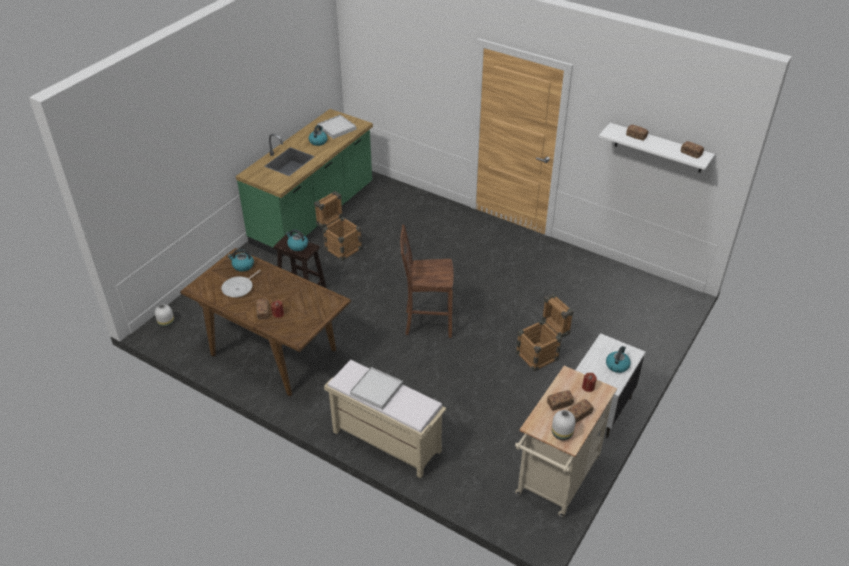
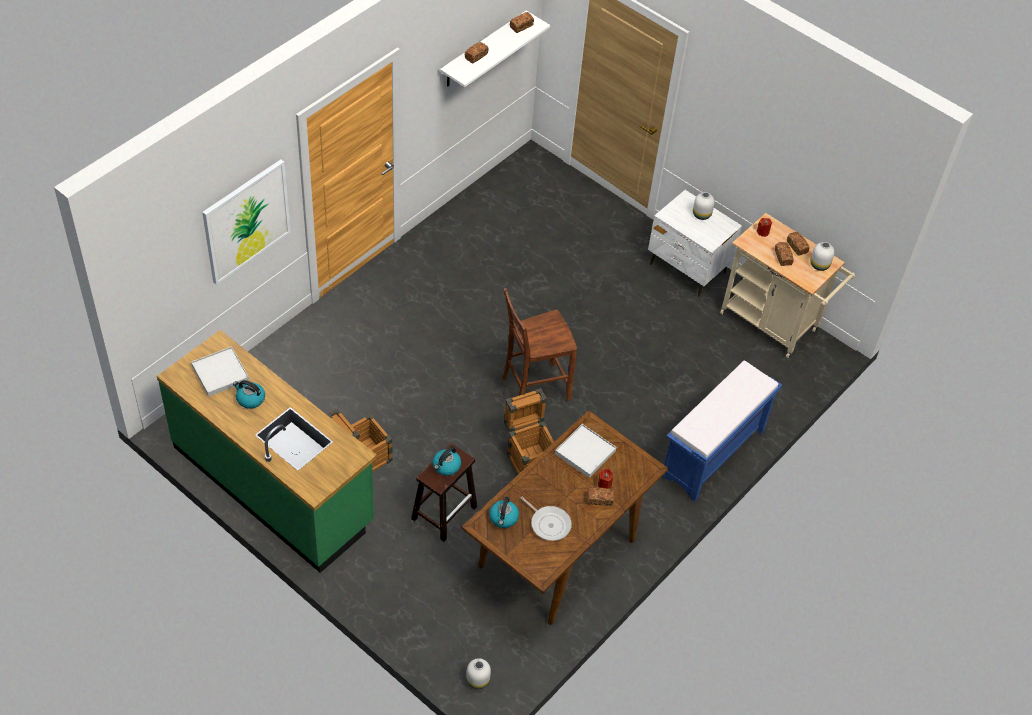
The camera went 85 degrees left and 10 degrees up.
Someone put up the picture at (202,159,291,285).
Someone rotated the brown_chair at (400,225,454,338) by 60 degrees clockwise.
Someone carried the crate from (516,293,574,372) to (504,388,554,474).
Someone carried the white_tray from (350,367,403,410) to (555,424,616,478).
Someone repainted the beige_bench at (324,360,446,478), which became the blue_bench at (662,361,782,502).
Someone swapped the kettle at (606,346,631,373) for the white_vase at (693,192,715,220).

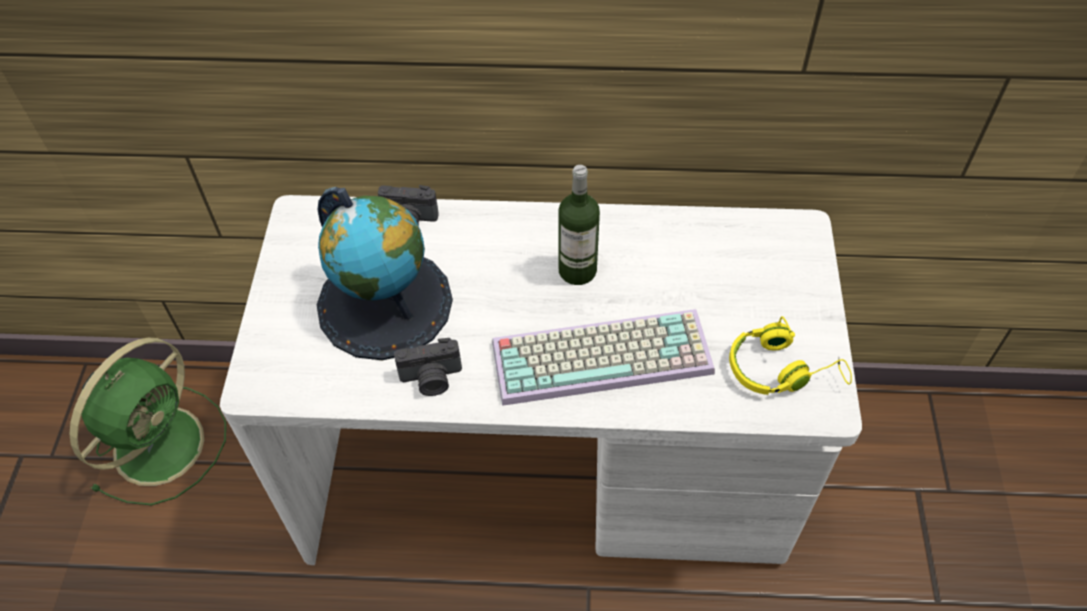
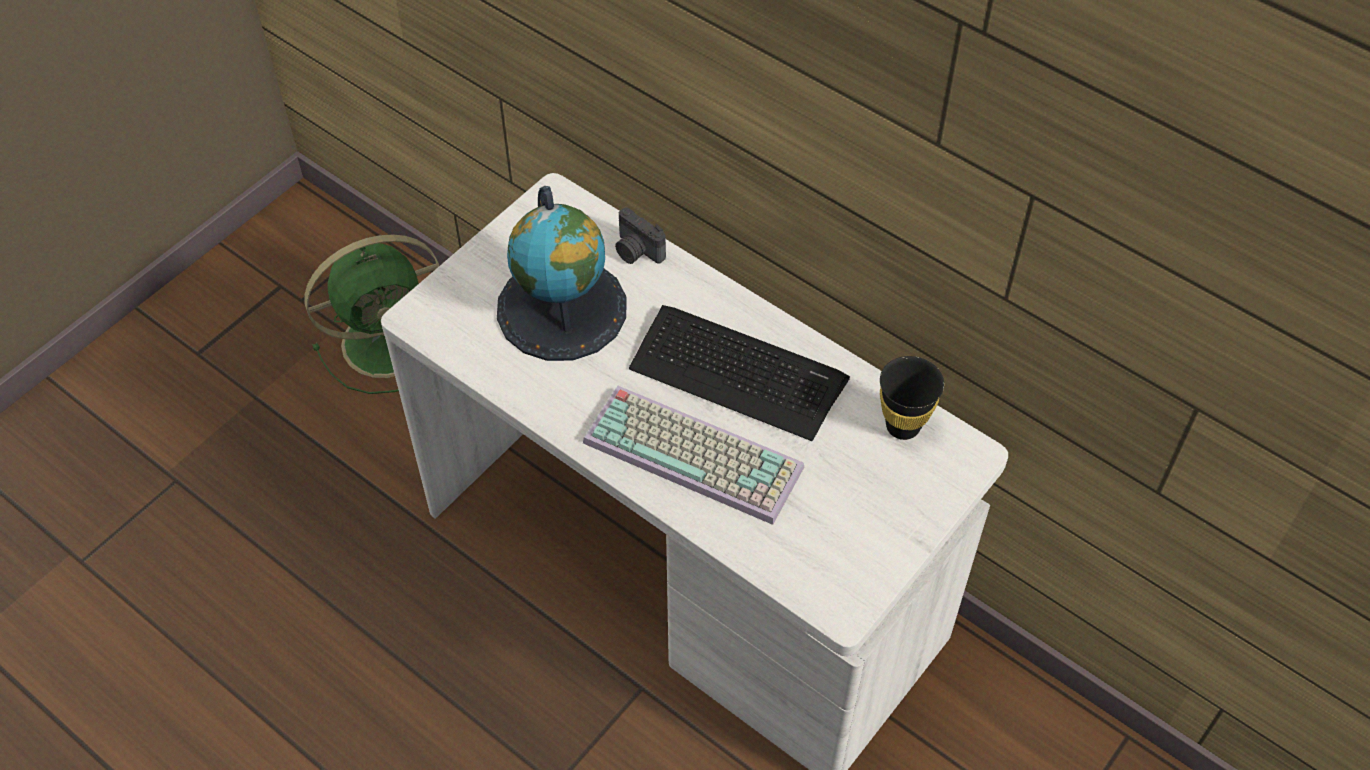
The camera went 35 degrees right and 0 degrees up.
Someone swapped the bottle at (559,165,600,285) for the keyboard at (629,305,850,441).
Someone put down the black_cup at (880,356,944,440).
Someone took away the photo_camera at (394,338,462,396).
Someone took away the yellow_headphones at (729,316,852,395).

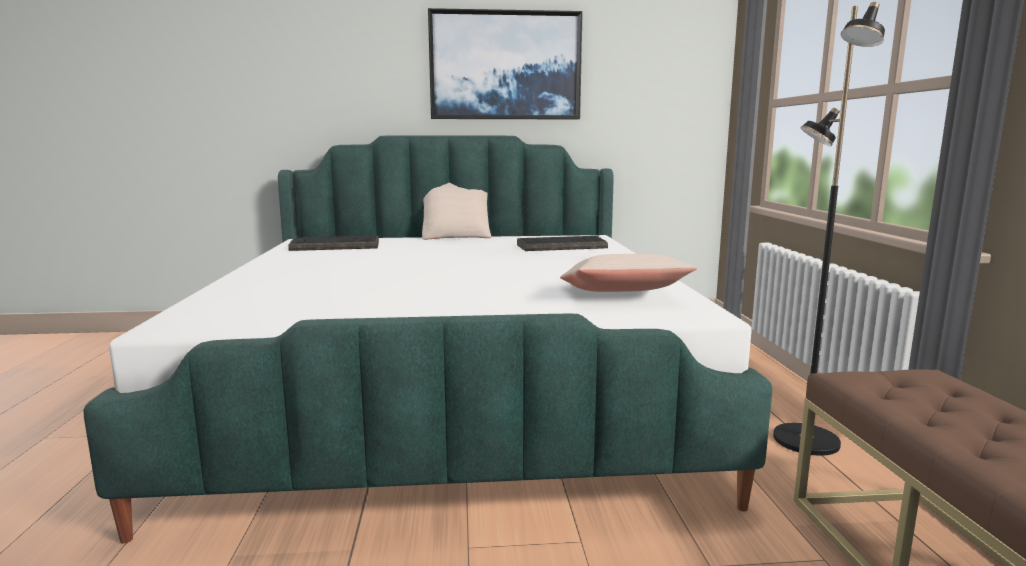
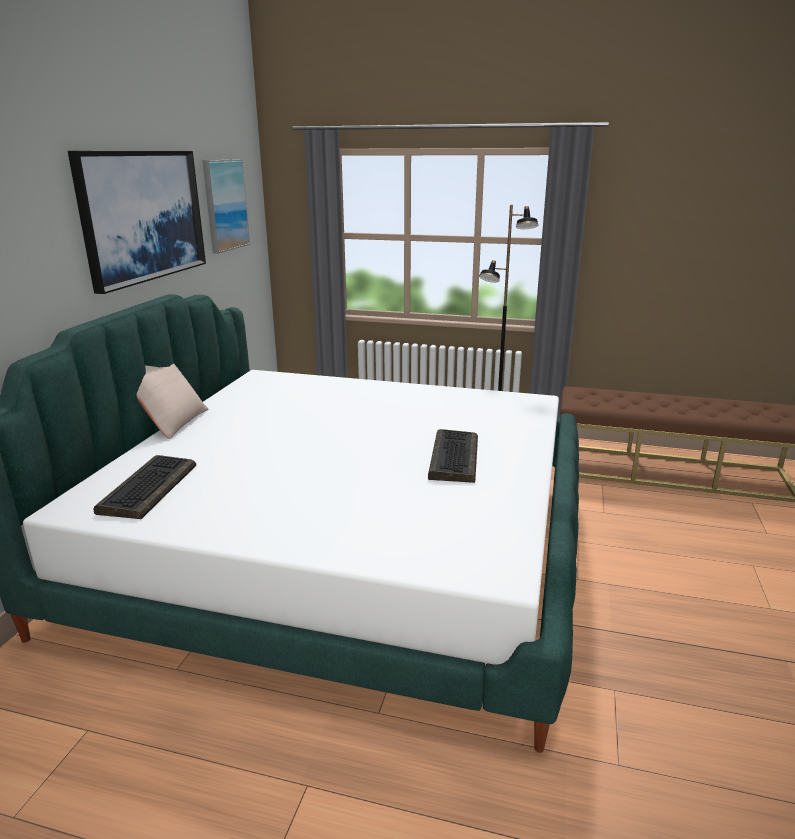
The camera went 70 degrees left and 10 degrees up.
Someone put up the picture at (202,159,250,254).
Someone carried the keyboard from (517,236,608,251) to (428,429,478,483).
Someone took away the beige_pillow at (560,254,697,292).

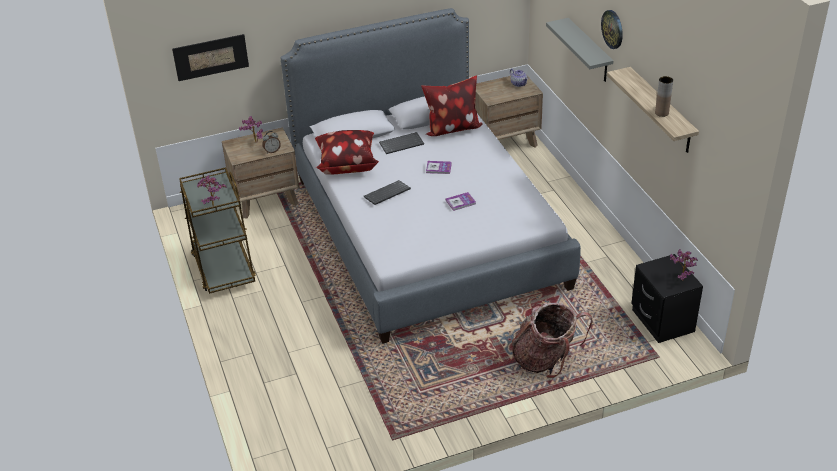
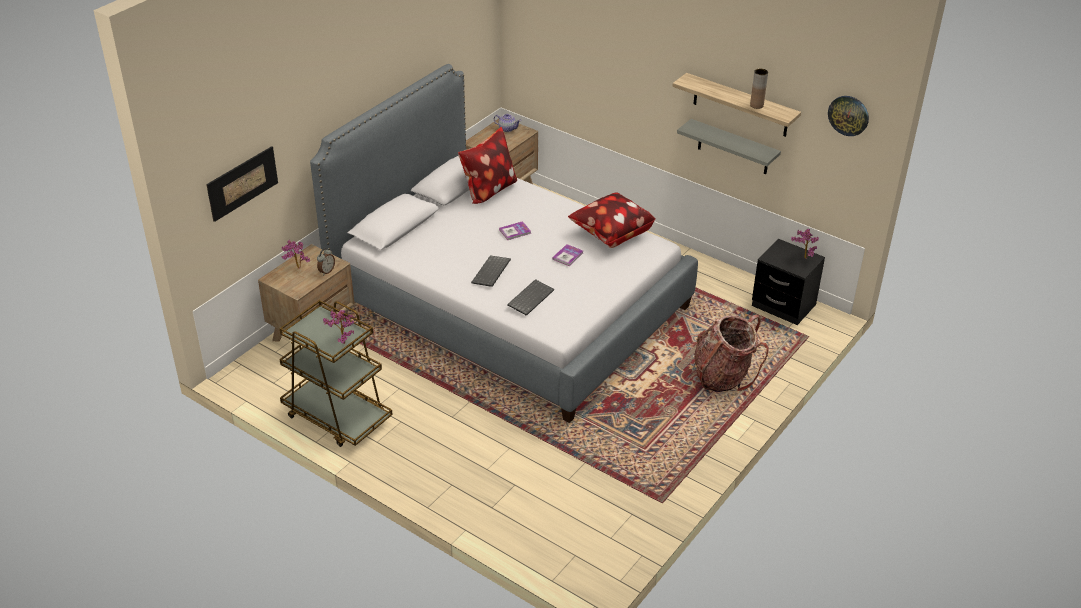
The camera went 35 degrees left and 0 degrees up.
Someone carried the keyboard from (379,132,424,154) to (507,279,554,316).
Someone carried the pillow from (315,130,379,175) to (568,192,655,248).
Someone carried the grey_shelf from (546,18,613,82) to (677,119,781,174).
Someone carried the wall_clock from (601,10,623,49) to (828,96,869,136).

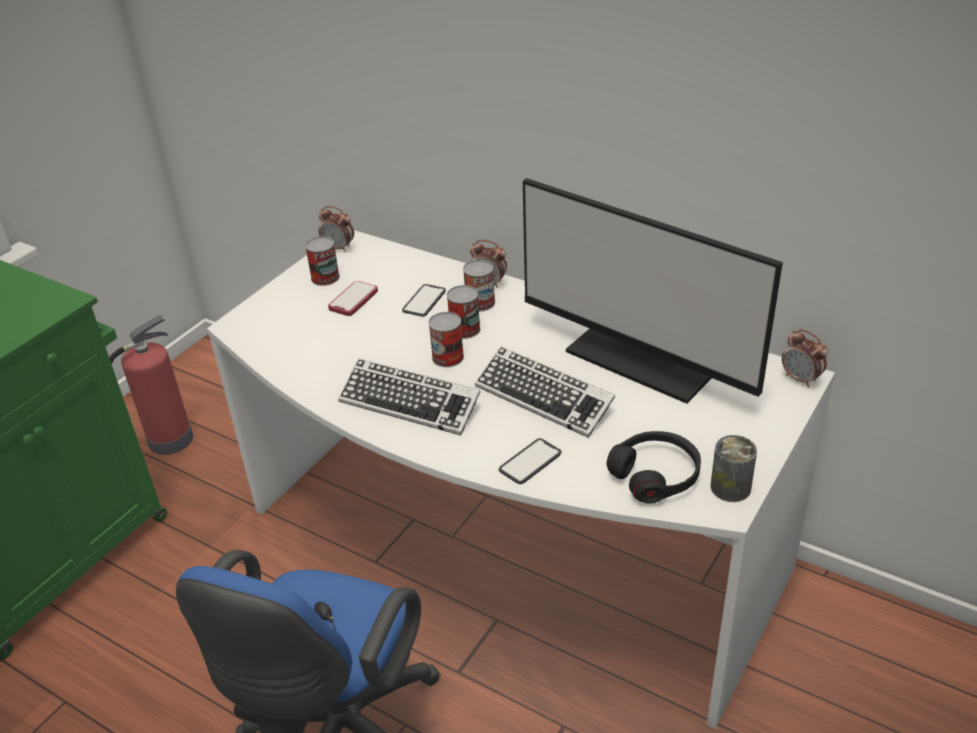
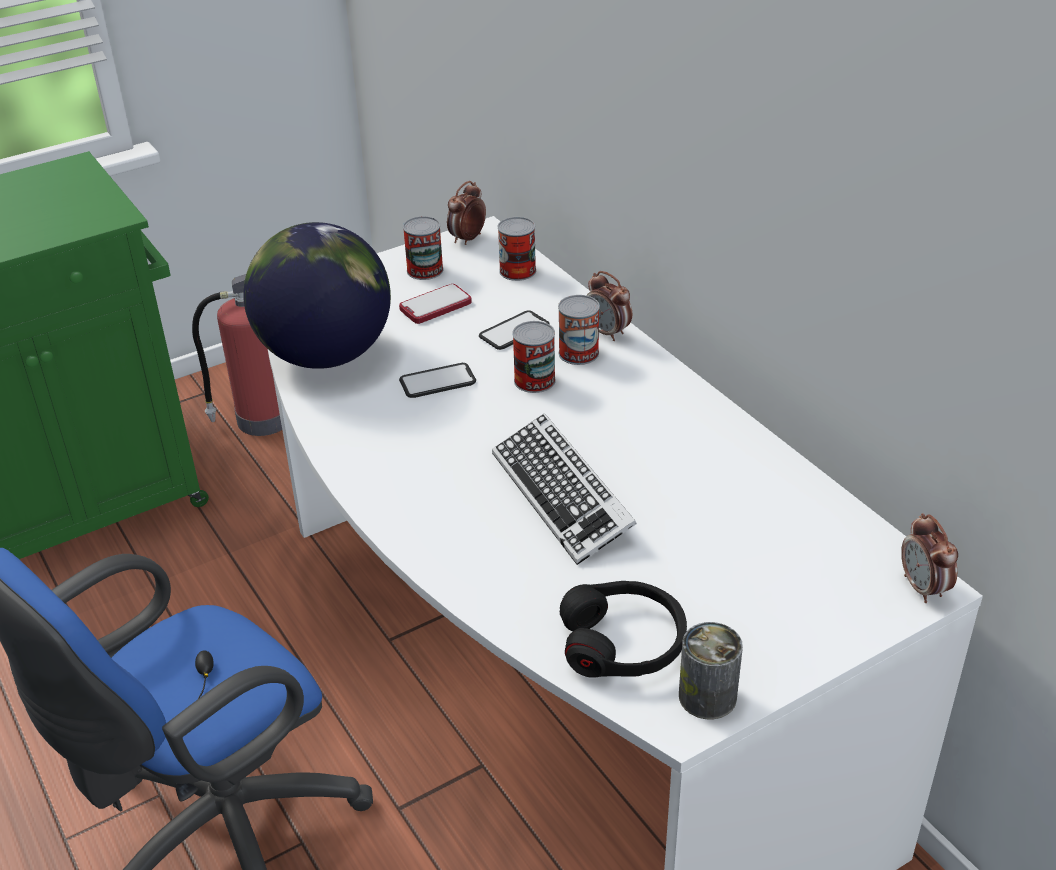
The camera went 25 degrees right and 0 degrees up.
Someone put down the globe at (243,222,391,369).
Someone carried the phone from (499,438,561,484) to (399,363,476,398).
Someone rotated the alarm_clock at (318,206,354,252) by 75 degrees clockwise.
Someone carried the can from (428,312,464,367) to (498,217,536,281).
Someone took away the keyboard at (338,359,480,435).
Someone took away the monitor at (523,178,783,404).

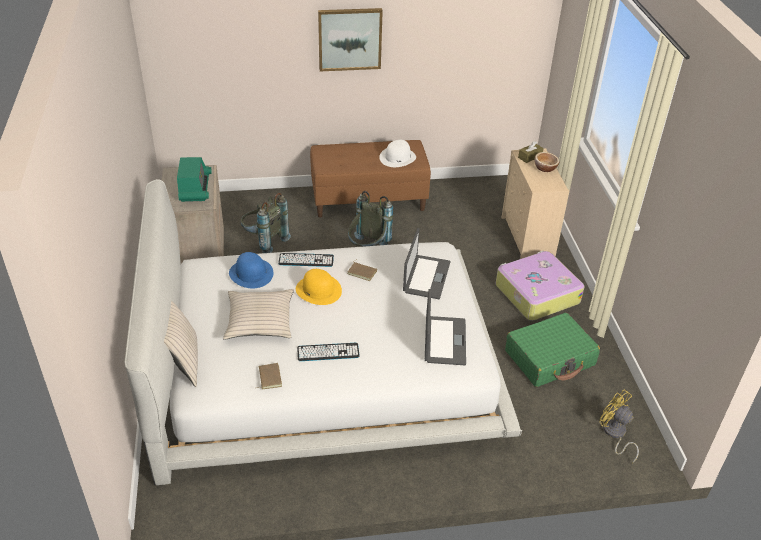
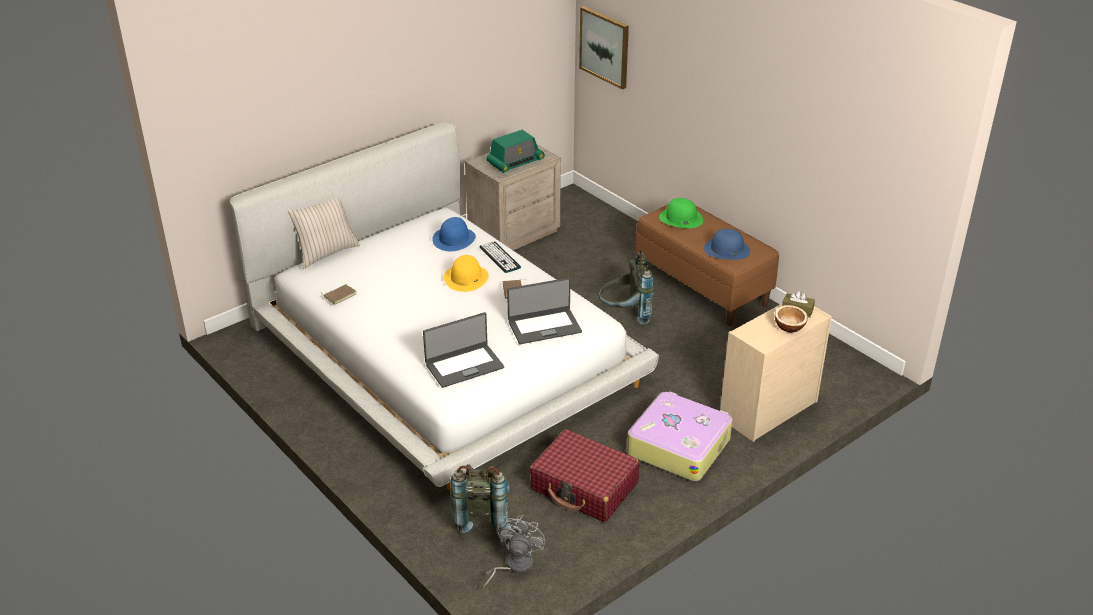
The camera went 60 degrees right and 5 degrees down.
Someone carried the grey_backpack from (241,193,291,253) to (450,464,511,535).
Someone repainted the yellow_fan at (600,389,639,463), which became the grey_fan at (482,515,545,589).
Someone repainted the green_suitcase at (505,313,600,387), which became the red_suitcase at (530,429,640,522).
Someone carried the picture from (318,8,383,71) to (579,6,629,90).
Someone put down the green_hat at (659,198,703,228).
Someone repainted the white_hat at (379,140,416,167), which became the blue_hat at (704,229,750,260).
Someone took away the beige_pillow at (223,289,294,340).
Someone took away the keyboard at (297,343,360,361).

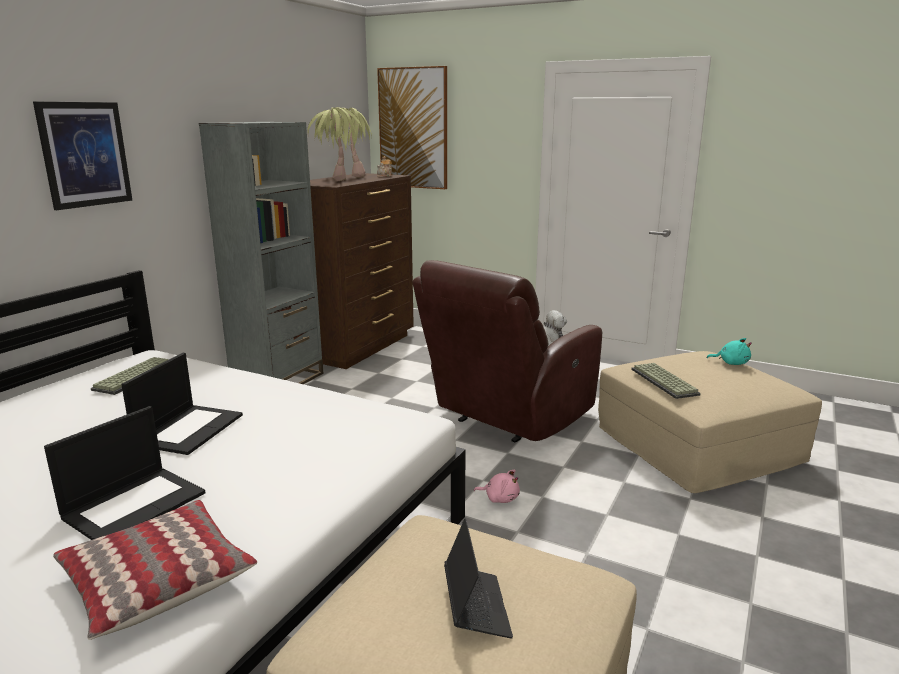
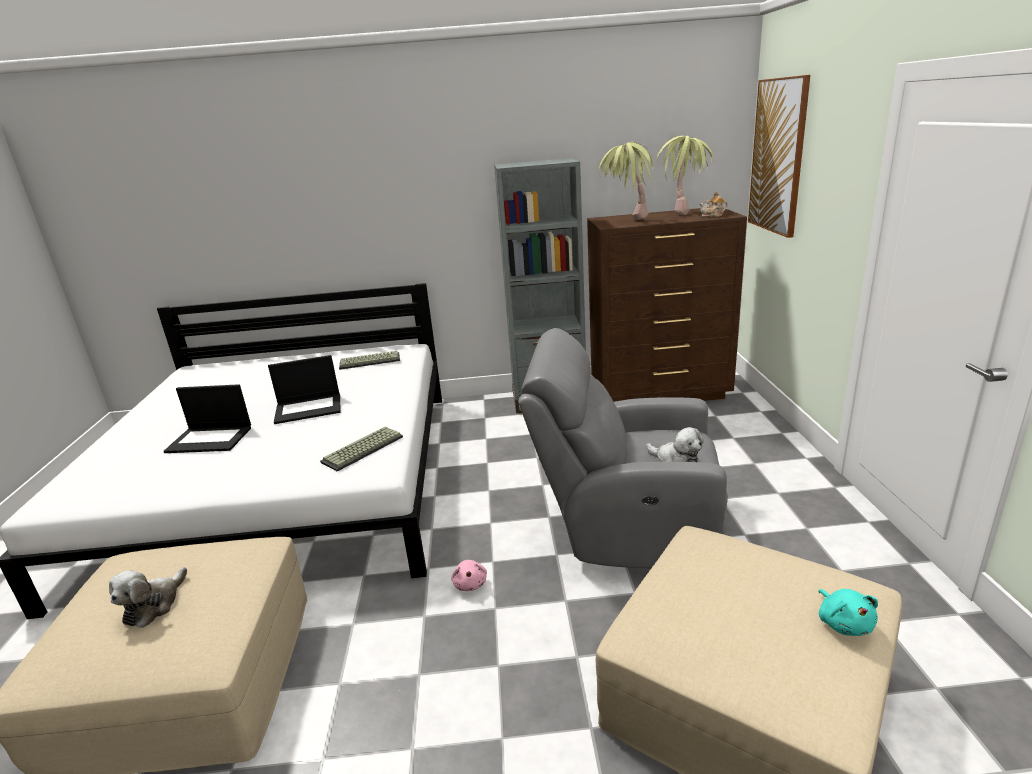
The camera went 60 degrees right and 5 degrees up.
Someone swapped the laptop at (444,518,513,639) for the plush_toy at (109,567,187,628).
Someone carried the keyboard from (631,363,701,399) to (320,427,403,472).
Someone repainted the brown_armchair at (412,260,602,442), which became the grey_armchair at (518,328,728,568).
Someone took away the picture at (33,102,132,210).
Someone took away the pillow at (53,500,257,640).

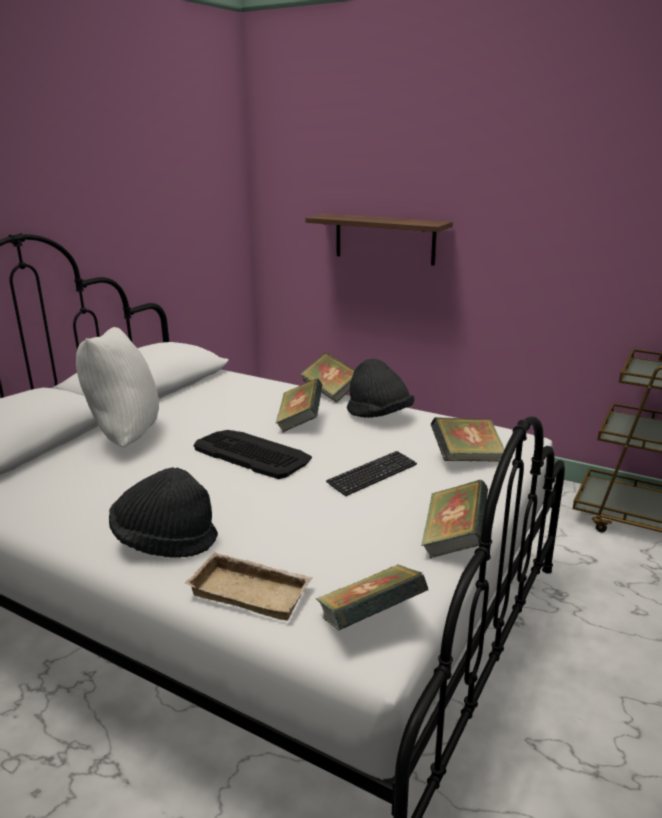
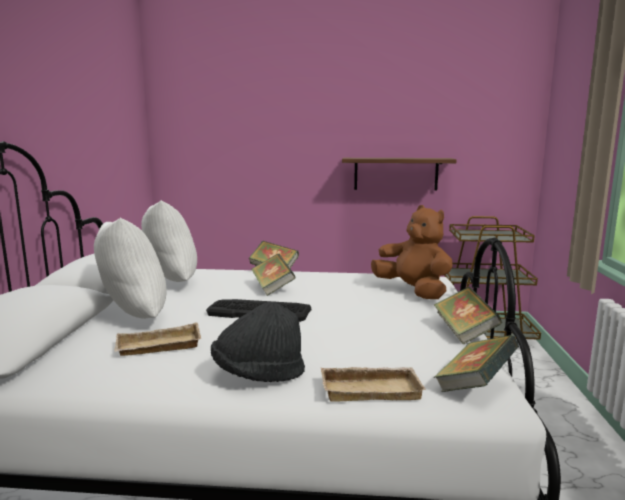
The camera went 25 degrees left and 10 degrees down.
Someone put down the beige_tray at (114,323,201,356).
Someone put down the white_pillow at (141,200,197,282).
Someone carried the shelf from (306,214,453,265) to (342,158,457,191).
Someone swapped the book at (431,417,505,462) for the brown_plush_toy at (371,205,453,299).
Someone took away the keyboard at (326,451,417,496).
Someone took away the black_hat at (347,359,414,418).

